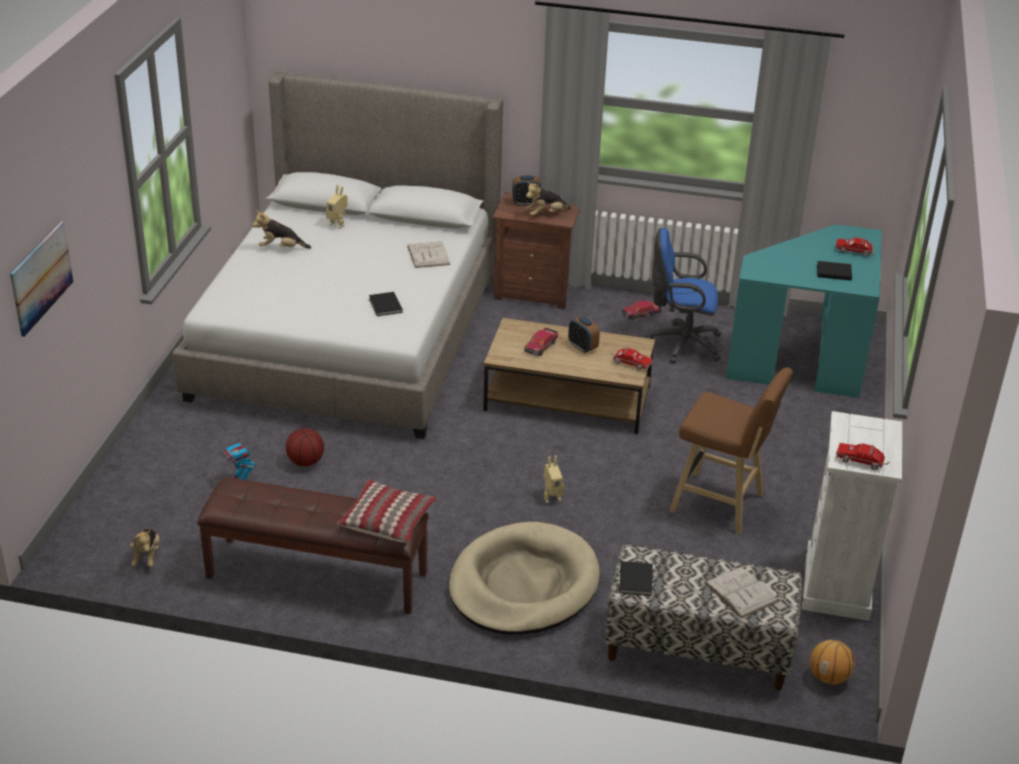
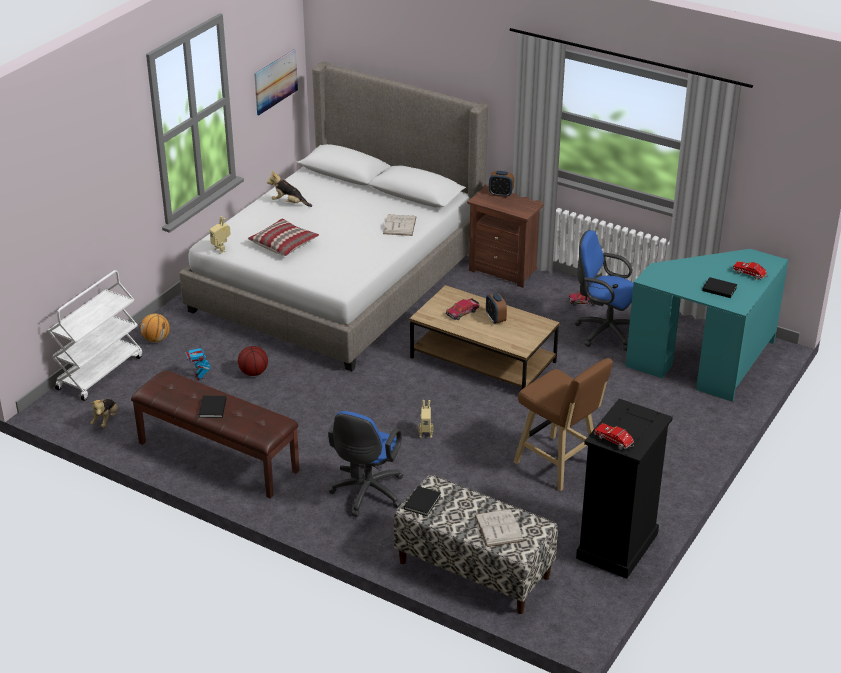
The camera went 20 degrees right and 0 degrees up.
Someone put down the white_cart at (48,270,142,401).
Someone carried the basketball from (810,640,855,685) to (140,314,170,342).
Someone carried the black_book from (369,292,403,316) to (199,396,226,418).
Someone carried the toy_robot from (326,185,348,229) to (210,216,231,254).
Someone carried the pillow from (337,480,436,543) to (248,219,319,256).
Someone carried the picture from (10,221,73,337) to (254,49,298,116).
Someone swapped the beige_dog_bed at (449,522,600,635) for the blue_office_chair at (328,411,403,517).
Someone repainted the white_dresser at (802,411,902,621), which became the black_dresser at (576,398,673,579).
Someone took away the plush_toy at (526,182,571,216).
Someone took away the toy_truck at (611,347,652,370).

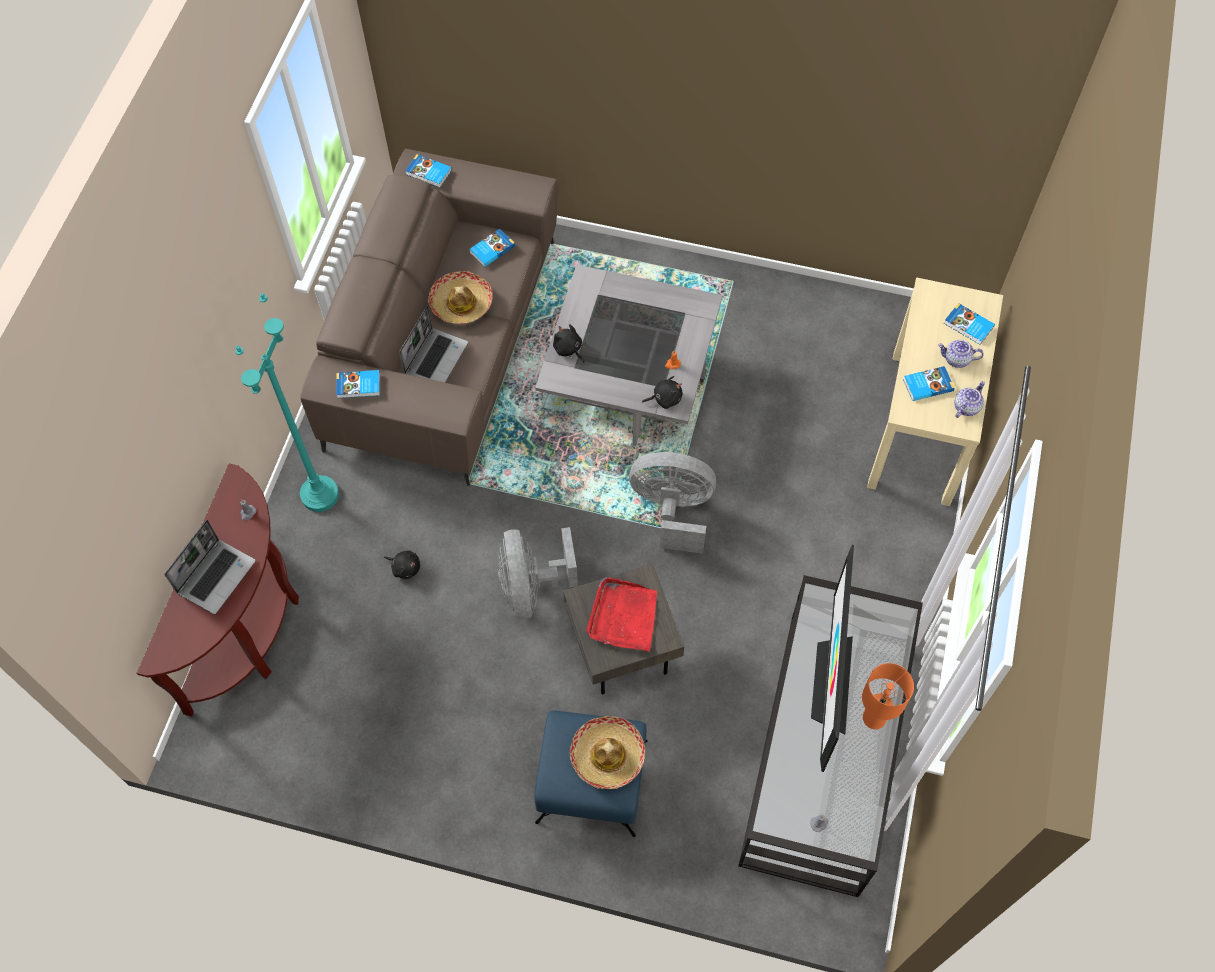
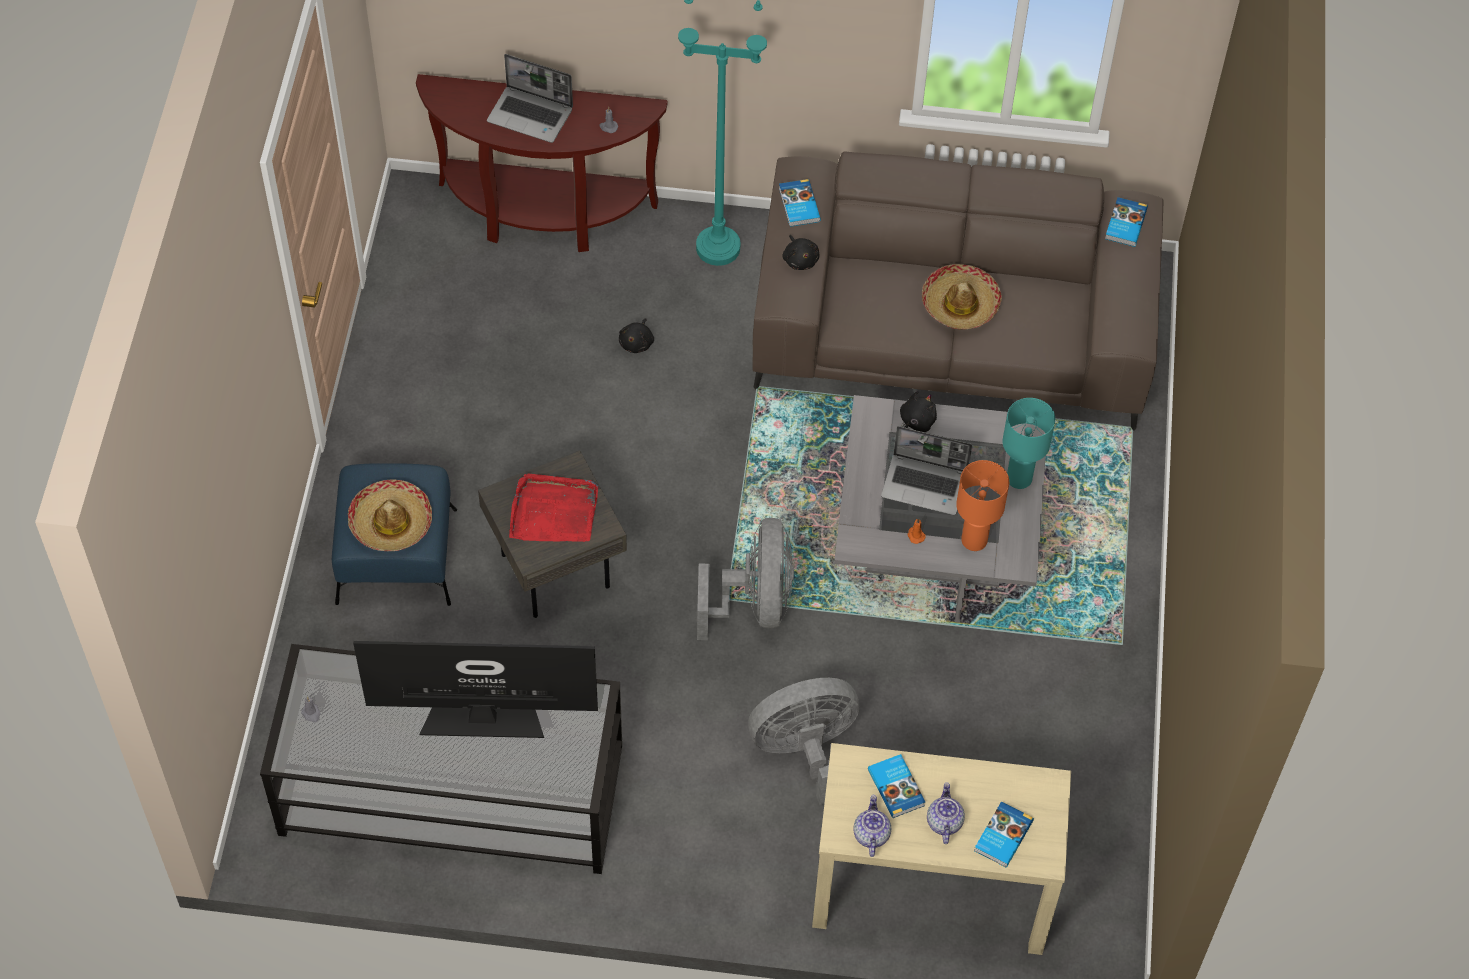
The camera went 80 degrees right and 5 degrees down.
Someone carried the grey_fan from (498,527,578,619) to (748,678,859,805).
Someone carried the black_plush_toy from (642,376,682,409) to (782,235,819,270).
Someone rotated the teapot at (954,381,985,418) by 120 degrees counterclockwise.
Someone carried the laptop from (399,306,468,382) to (881,426,972,515).
Someone carried the orange_table_lamp from (862,663,914,729) to (956,460,1009,551).
Someone put down the turquoise_table_lamp at (1003,398,1055,489).
Someone took away the book at (469,229,515,267).

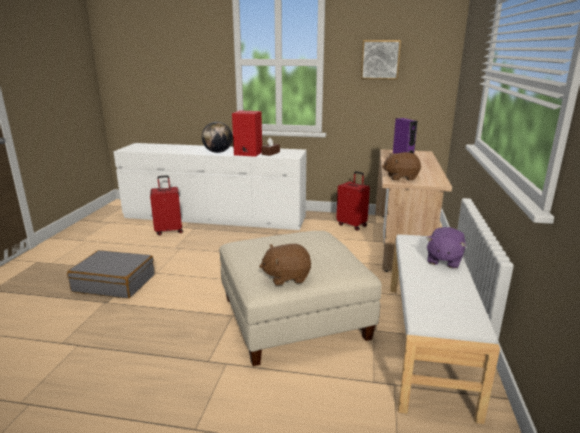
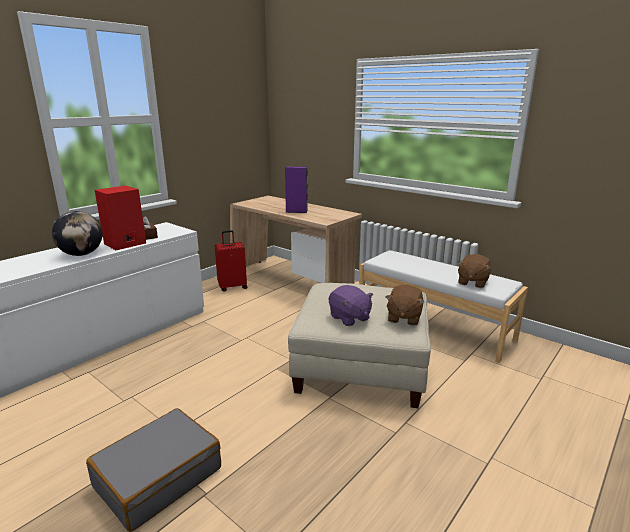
The camera went 60 degrees left and 0 degrees up.
Someone carried the purple_plush_toy from (426,227,466,269) to (329,285,373,326).
Someone carried the brown_plush_toy from (382,152,421,180) to (457,254,491,288).
Someone took away the red_suitcase at (150,176,183,235).
Someone took away the picture at (361,40,401,80).

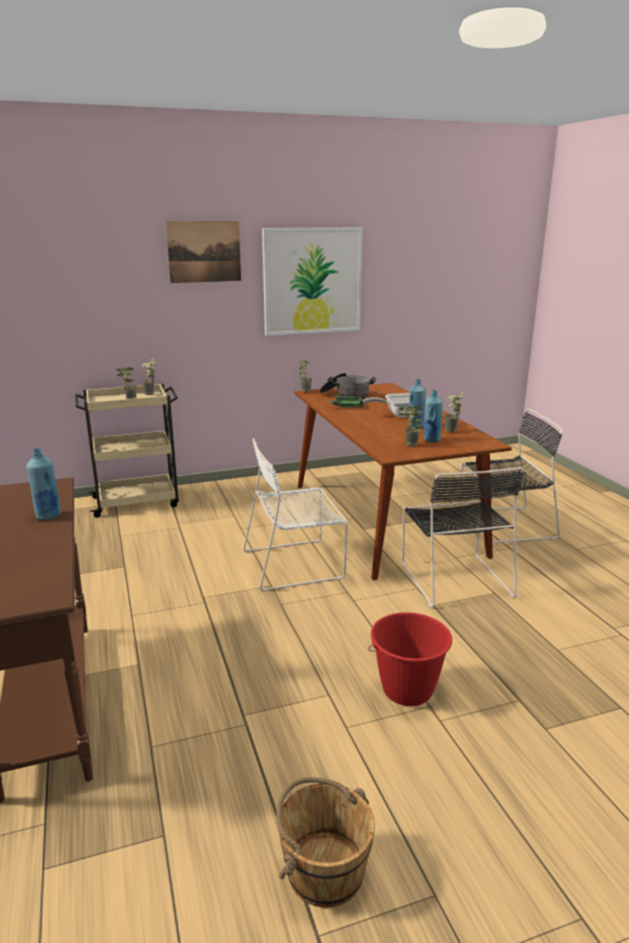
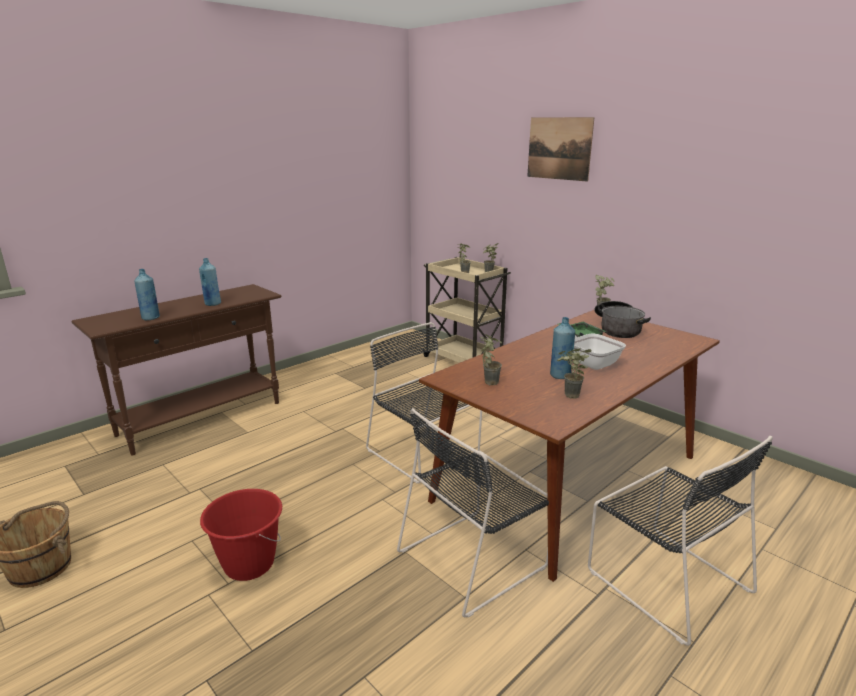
The camera went 65 degrees right and 0 degrees up.
Someone carried the blue_bottle from (424,390,443,442) to (134,269,160,320).
Someone repainted the white_chair at (243,438,348,591), which became the black_chair at (366,322,482,483).
Someone took away the picture at (262,227,363,336).

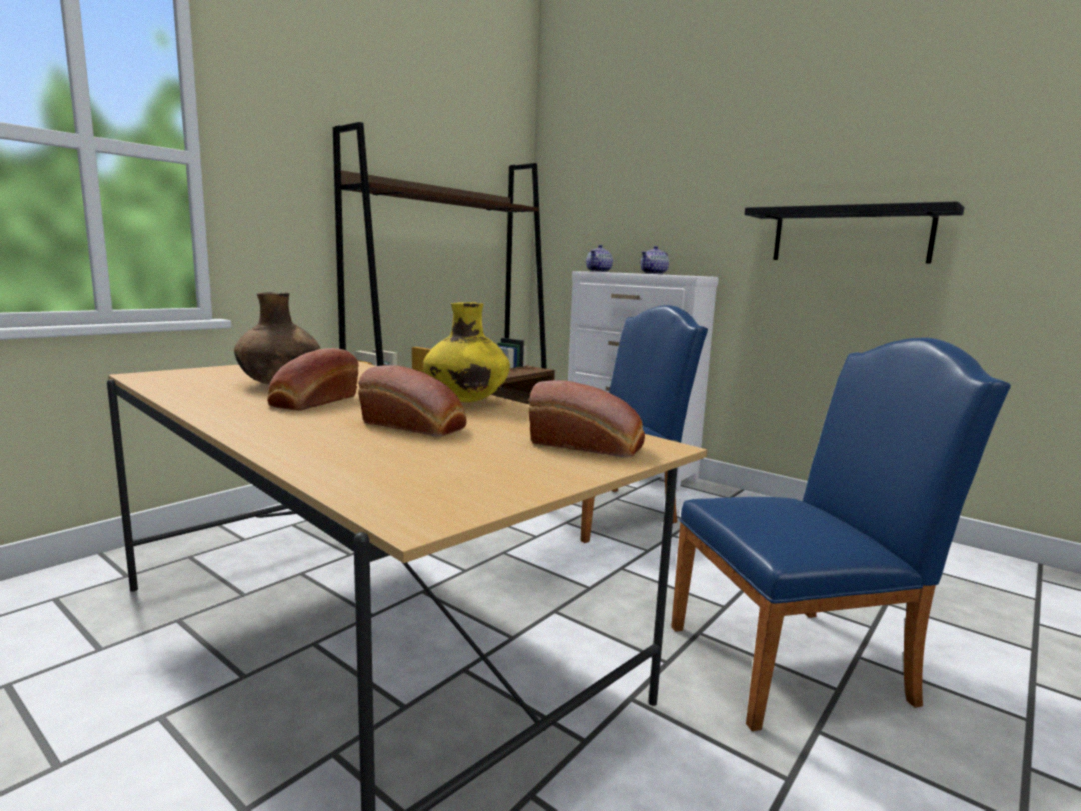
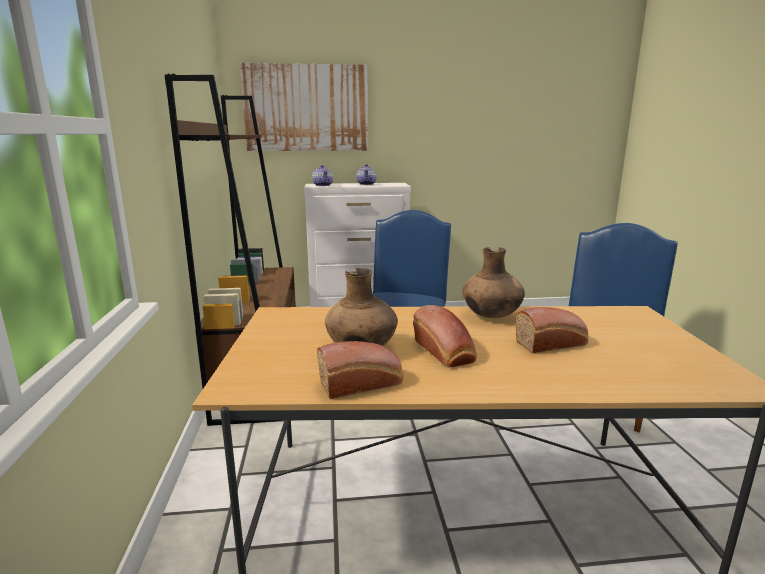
The camera went 45 degrees left and 5 degrees up.
Someone put up the picture at (240,63,368,151).
Someone carried the bread from (528,380,645,458) to (317,341,403,399).
Someone repainted the yellow_vase at (423,302,510,402), which became the brown_vase at (462,247,525,318).
Someone took away the black_shelf at (745,201,965,264).

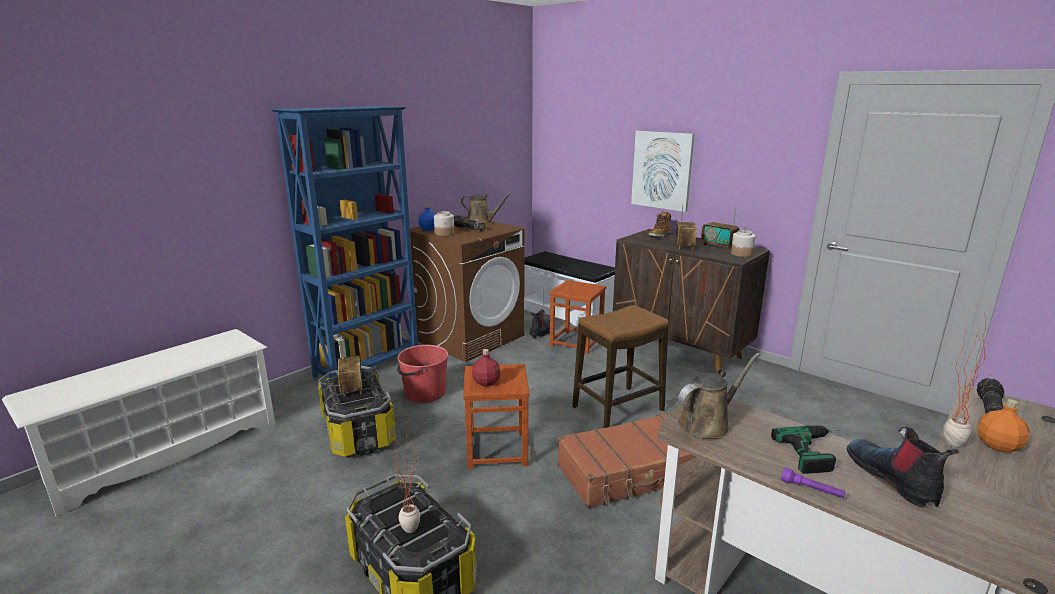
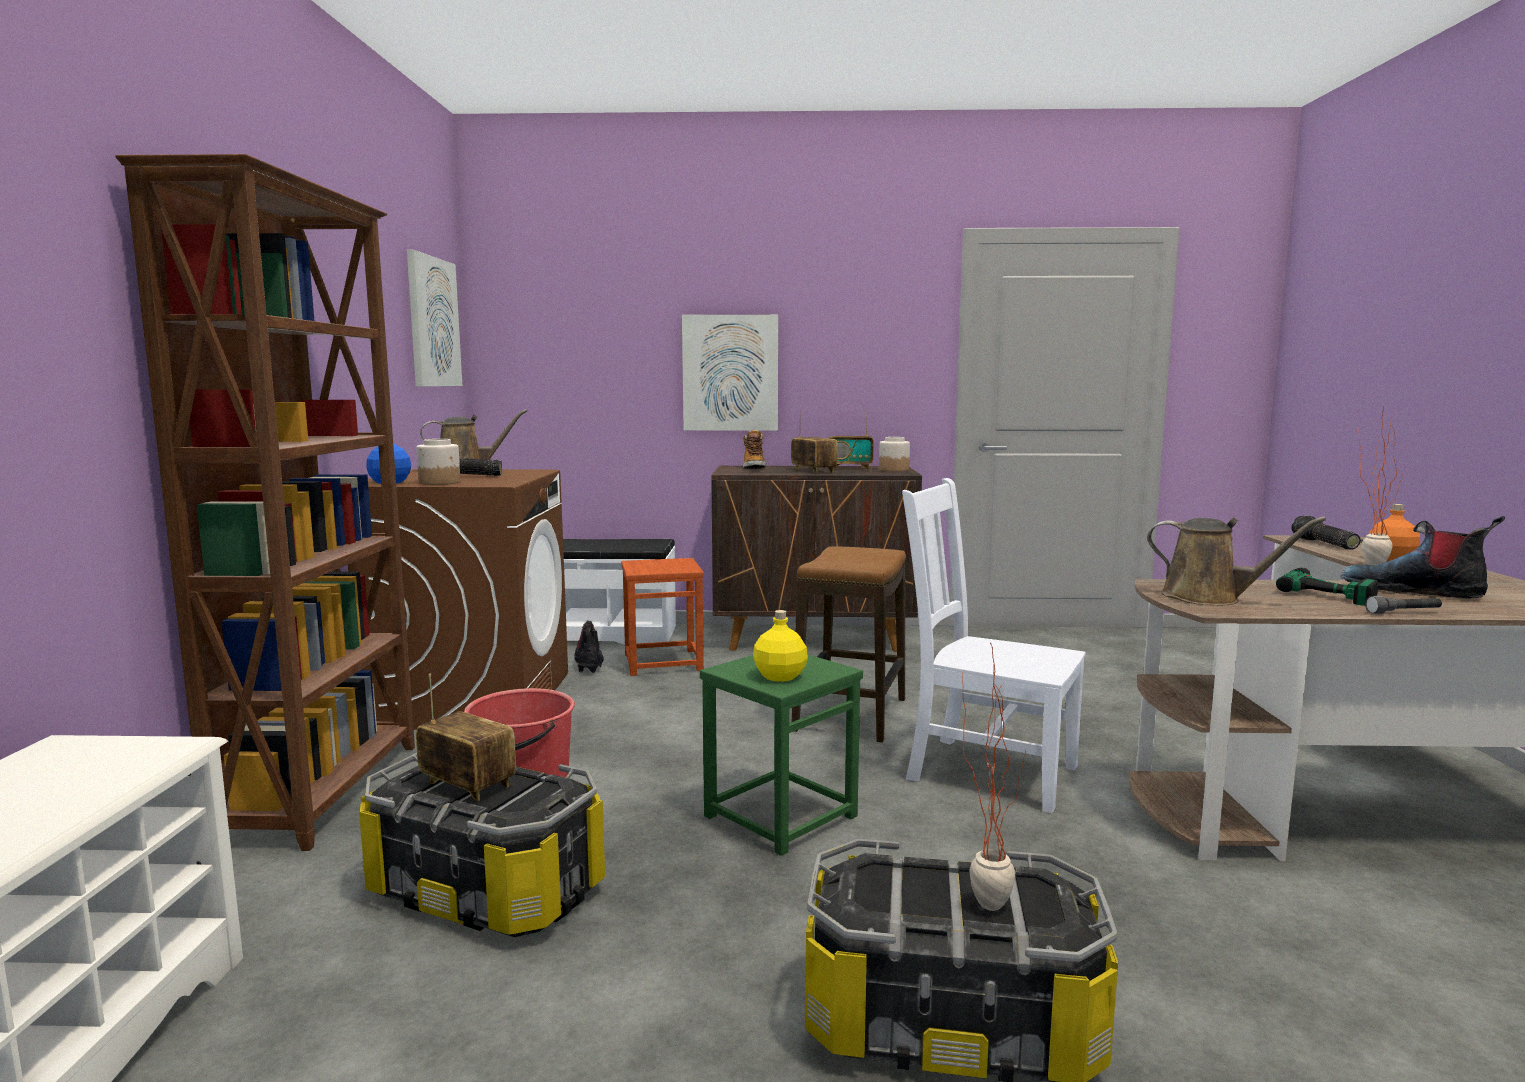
The camera went 40 degrees left and 10 degrees down.
Someone repainted the blue_bookcase at (271,106,418,378), which became the brown_bookcase at (115,154,415,851).
Someone put up the picture at (407,250,462,386).
Someone repainted the brown_stool at (463,364,529,469), which became the green_stool at (700,655,863,856).
Someone repainted the red_bottle at (472,349,501,386), which became the yellow_bottle at (753,610,808,682).
Someone swapped the brown_suitcase at (557,412,696,509) for the white_chair at (902,478,1086,813).
Someone rotated the brown_watering_can at (678,353,760,439) by 105 degrees clockwise.
Someone repainted the purple_flashlight at (781,468,845,498), which became the grey_flashlight at (1365,595,1442,614).

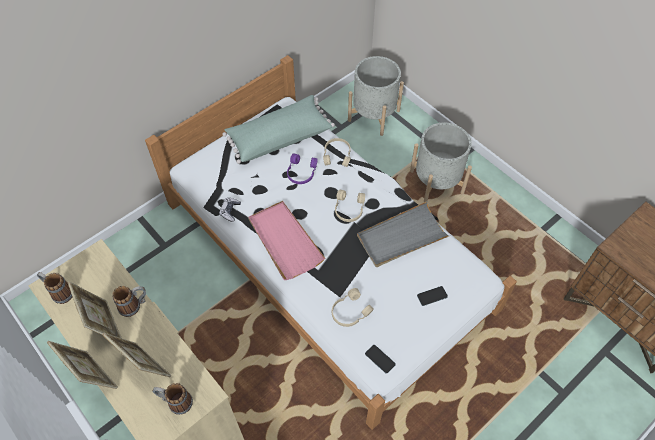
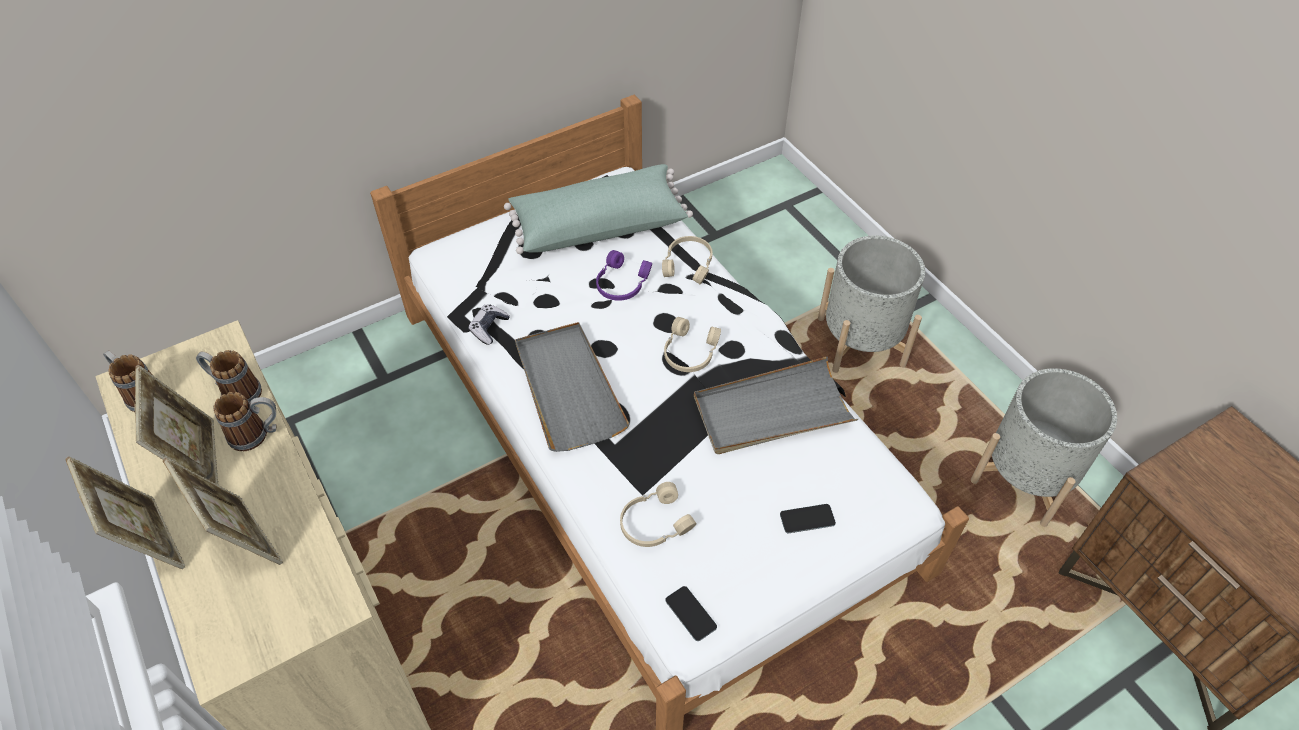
The camera went 10 degrees right and 5 degrees down.
Someone carried the mug from (152,383,193,415) to (196,350,262,402).
Someone repainted the pink_tray at (248,201,325,280), which became the grey_tray at (515,322,630,452).
Someone carried the grey_planter from (348,56,404,136) to (971,368,1117,527).

